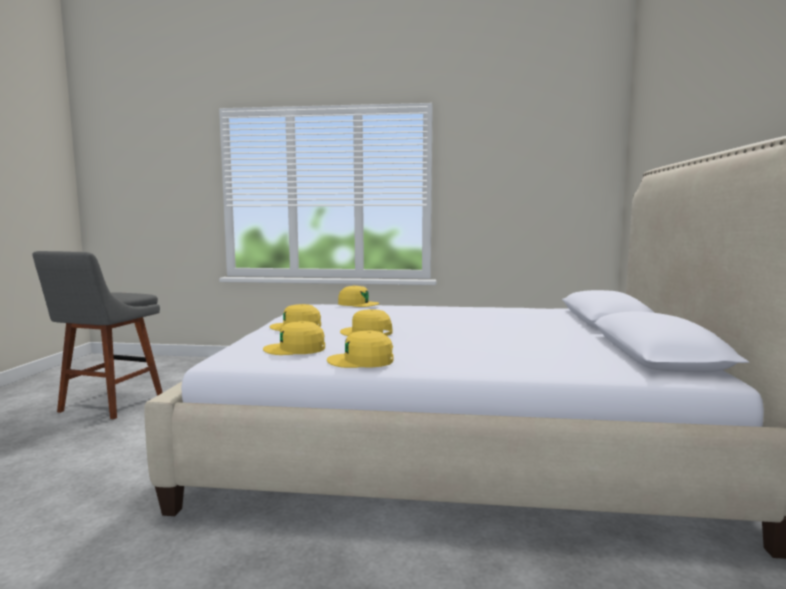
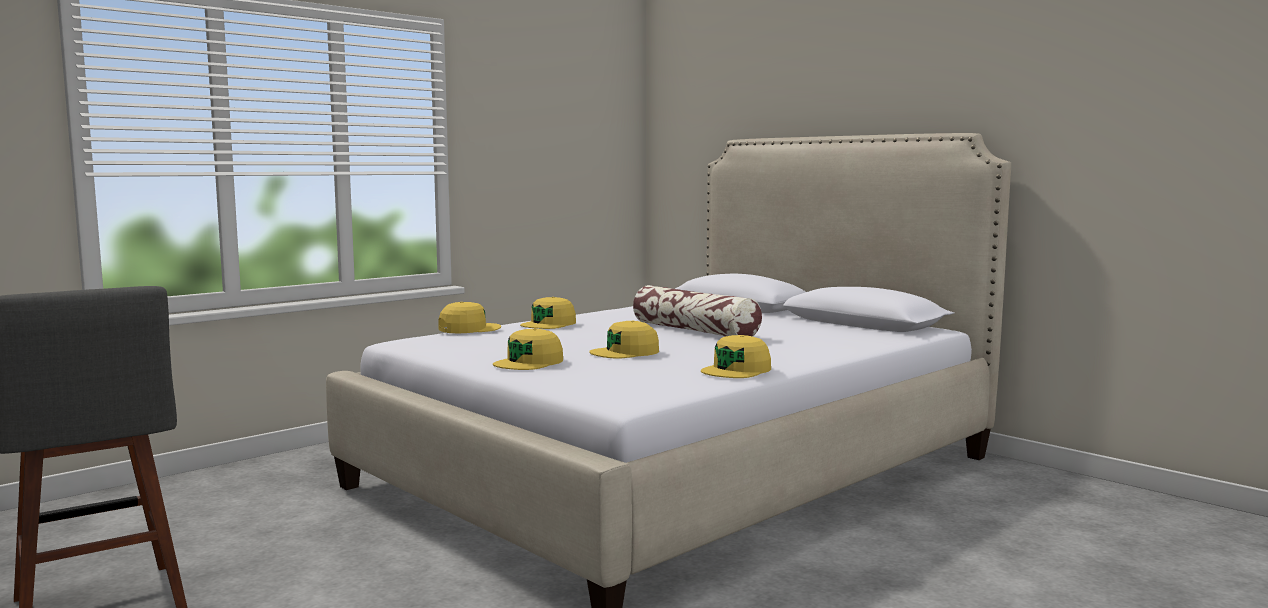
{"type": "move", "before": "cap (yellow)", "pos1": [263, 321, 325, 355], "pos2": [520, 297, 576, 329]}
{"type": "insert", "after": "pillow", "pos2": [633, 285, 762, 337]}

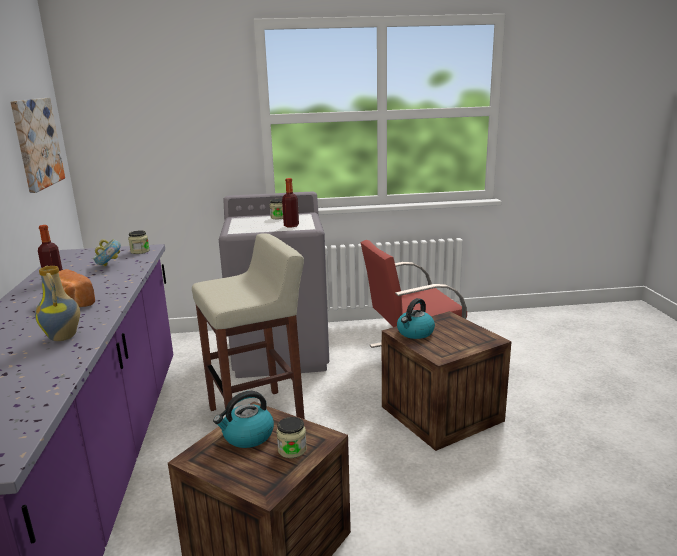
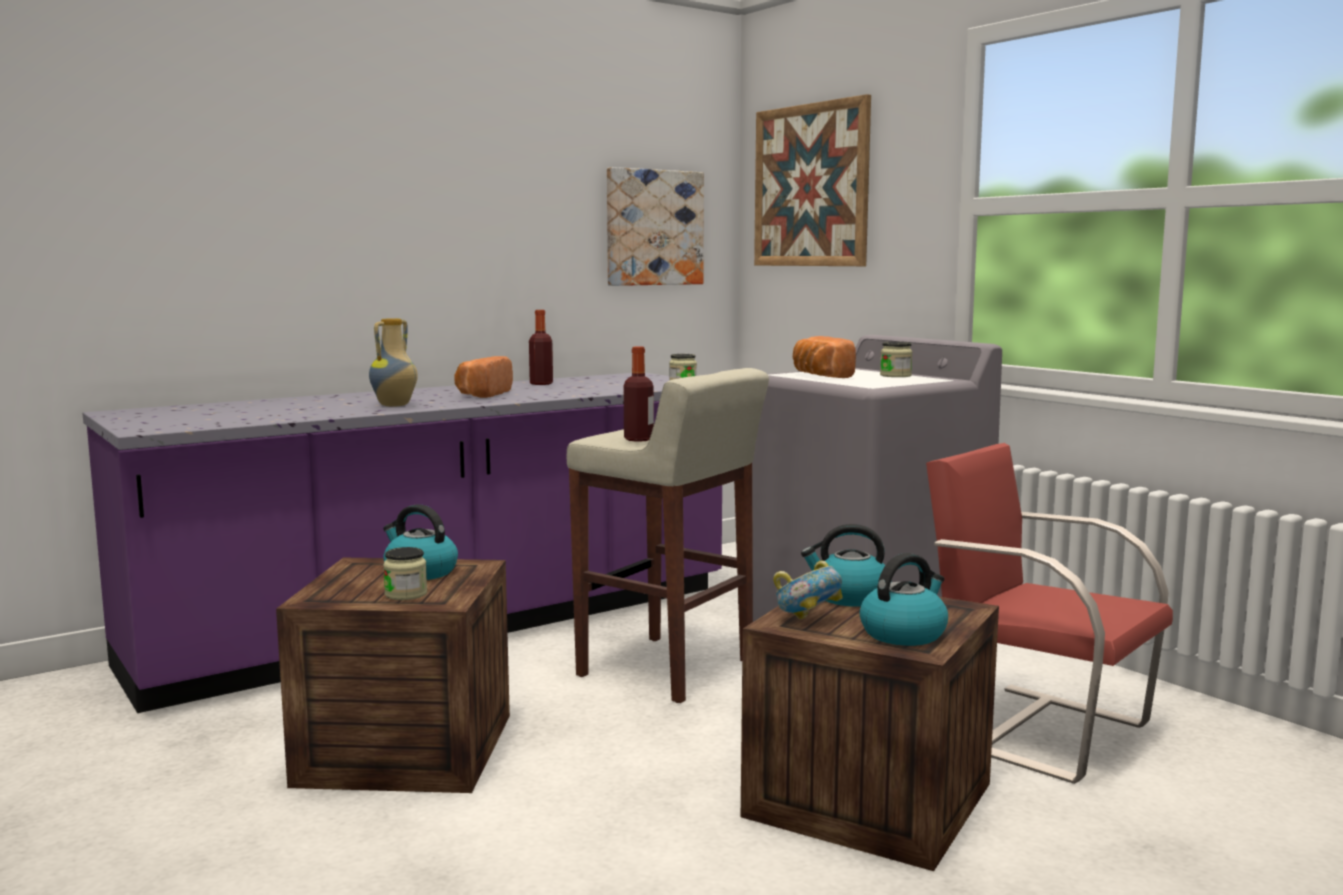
{"type": "move", "before": "bottle", "pos1": [282, 178, 299, 227], "pos2": [624, 346, 654, 442]}
{"type": "move", "before": "bowl", "pos1": [93, 239, 121, 267], "pos2": [773, 561, 843, 619]}
{"type": "insert", "after": "picture", "pos2": [754, 94, 871, 266]}
{"type": "insert", "after": "bread", "pos2": [793, 336, 856, 378]}
{"type": "insert", "after": "kettle", "pos2": [860, 553, 948, 646]}

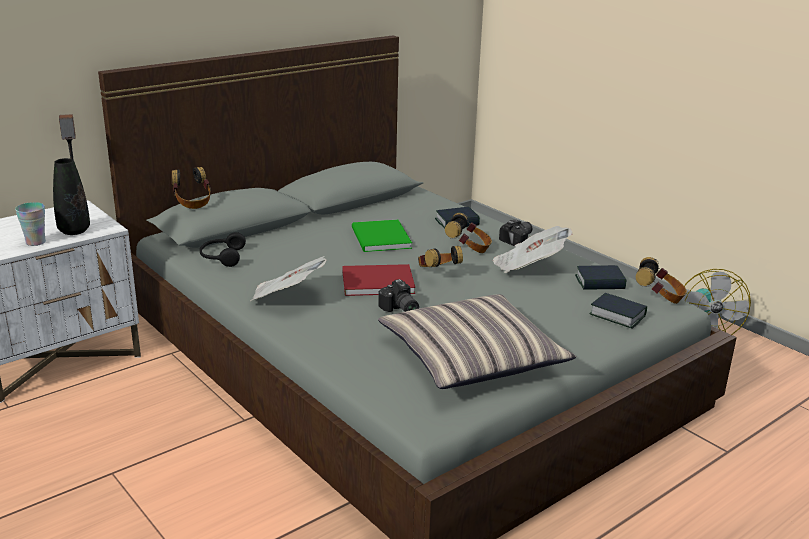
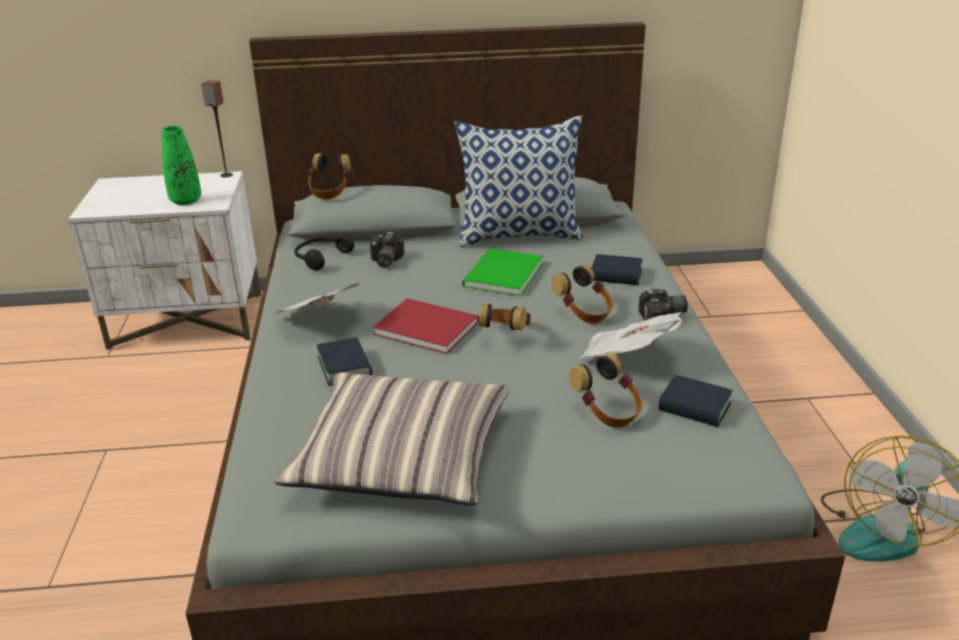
{"type": "recolor", "before": "vase (black)", "after": "vase (green)", "pos1": [53, 158, 90, 235], "pos2": [162, 126, 201, 205]}
{"type": "delete", "before": "cup", "pos1": [15, 202, 46, 246]}
{"type": "move", "before": "headphones", "pos1": [636, 257, 687, 304], "pos2": [570, 353, 642, 428]}
{"type": "move", "before": "photo camera", "pos1": [378, 279, 419, 312], "pos2": [370, 232, 405, 268]}
{"type": "move", "before": "book", "pos1": [590, 293, 647, 328], "pos2": [317, 337, 372, 386]}
{"type": "insert", "after": "pillow", "pos2": [454, 116, 584, 247]}

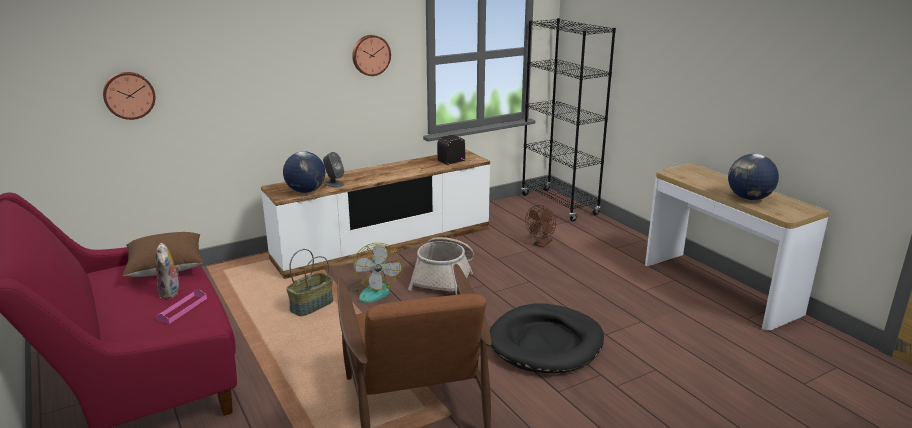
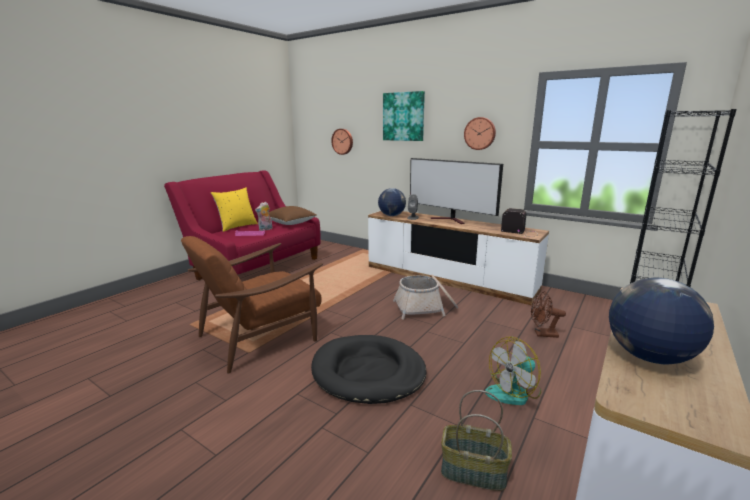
{"type": "move", "before": "fan", "pos1": [347, 243, 403, 303], "pos2": [485, 337, 541, 405]}
{"type": "move", "before": "basket", "pos1": [286, 249, 333, 316], "pos2": [441, 390, 512, 491]}
{"type": "insert", "after": "picture", "pos2": [383, 91, 425, 141]}
{"type": "insert", "after": "television", "pos2": [410, 158, 503, 224]}
{"type": "insert", "after": "pillow (yellow)", "pos2": [211, 187, 258, 232]}

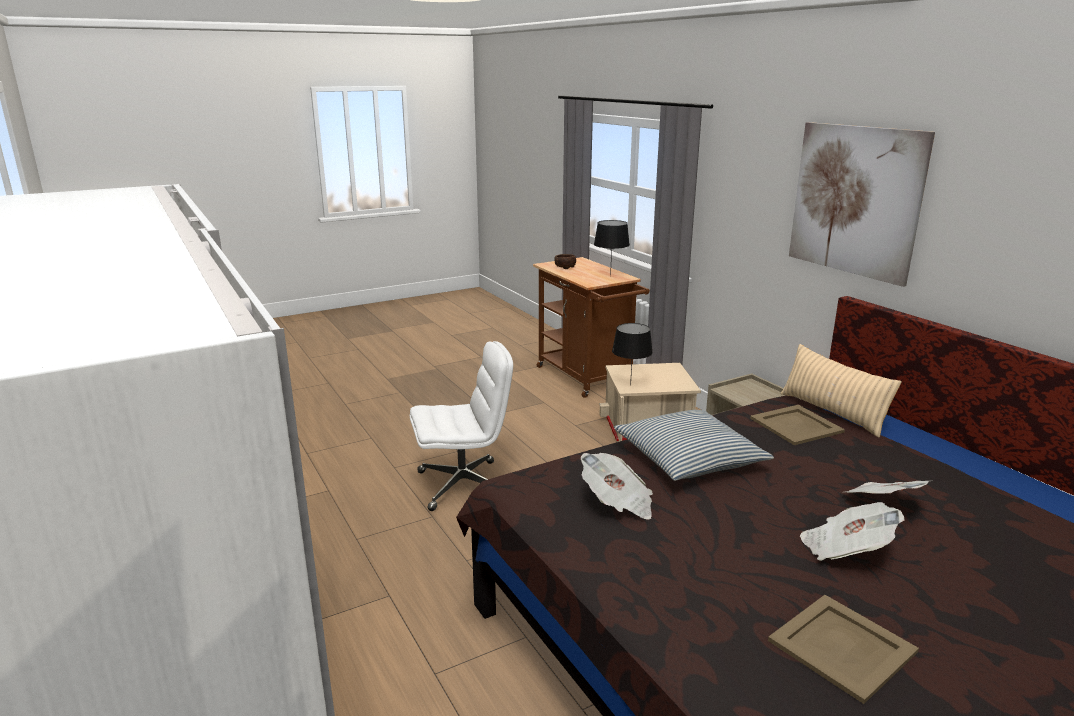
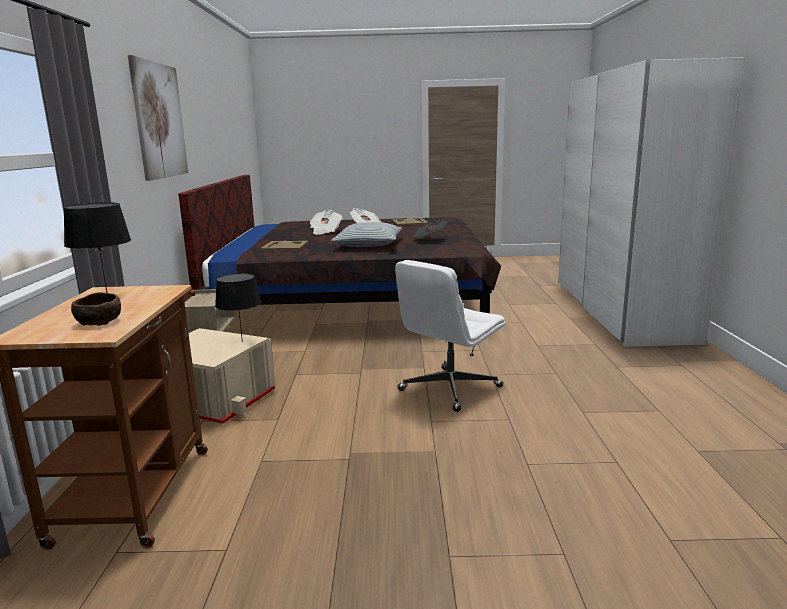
{"type": "rotate", "before": "office chair (white)", "pos1": [410, 341, 513, 511], "pos2": [395, 260, 505, 412], "turn": -60}
{"type": "delete", "before": "pillow (beige)", "pos1": [781, 344, 902, 438]}

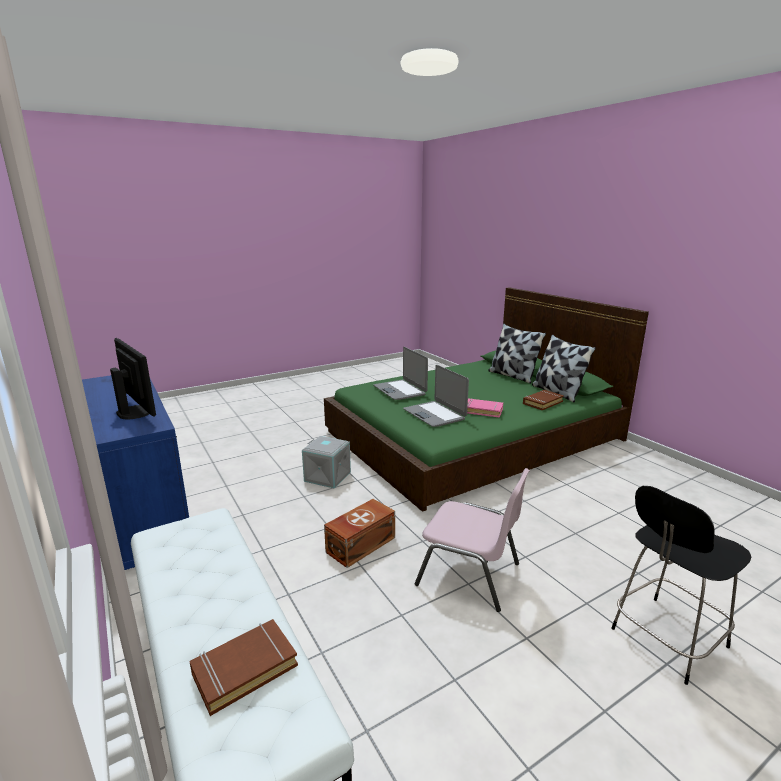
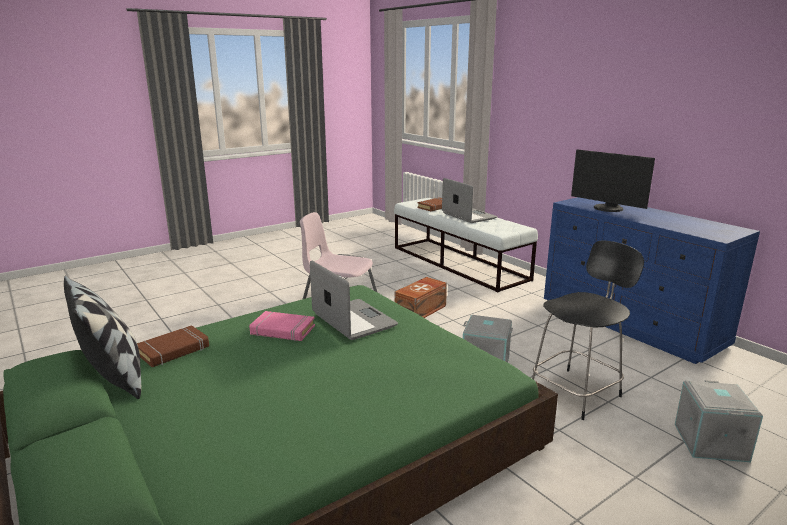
{"type": "delete", "before": "pillow", "pos1": [488, 324, 546, 384]}
{"type": "move", "before": "laptop", "pos1": [373, 347, 428, 400], "pos2": [442, 178, 498, 223]}
{"type": "move", "before": "chair (black)", "pos1": [611, 486, 751, 685], "pos2": [532, 240, 644, 420]}
{"type": "insert", "after": "storage box (grey)", "pos2": [675, 380, 763, 462]}

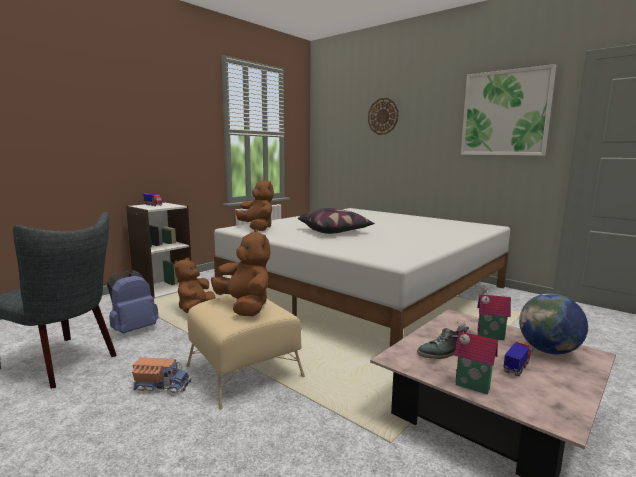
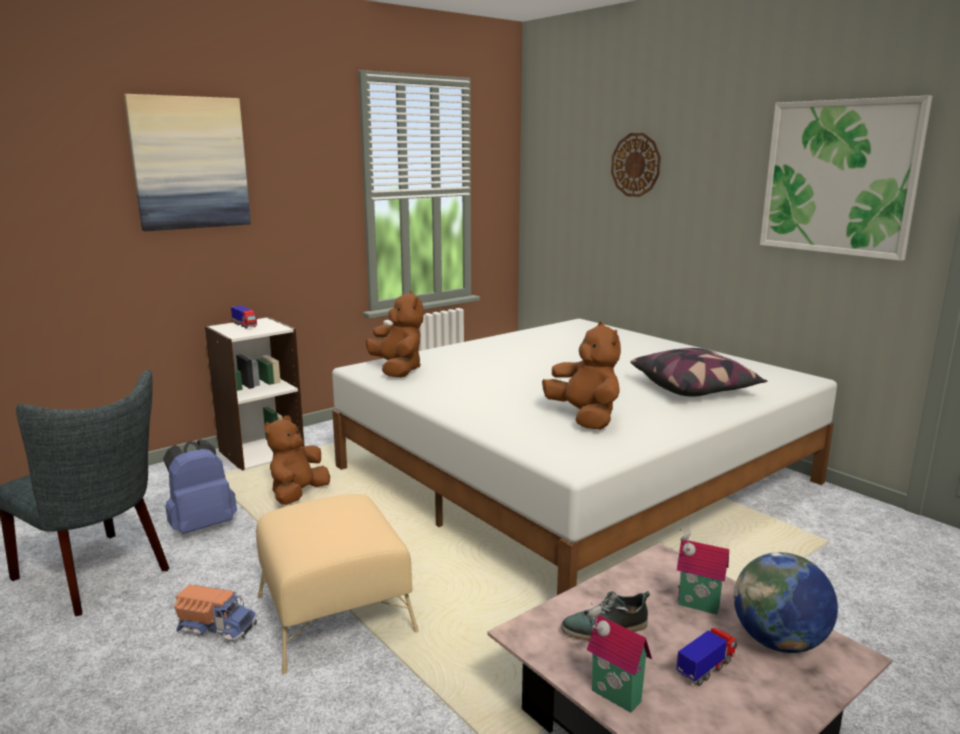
{"type": "move", "before": "pillow", "pos1": [298, 208, 375, 234], "pos2": [630, 348, 767, 396]}
{"type": "move", "before": "plush toy (brown)", "pos1": [211, 229, 271, 316], "pos2": [542, 321, 621, 430]}
{"type": "insert", "after": "picture", "pos2": [124, 94, 251, 231]}

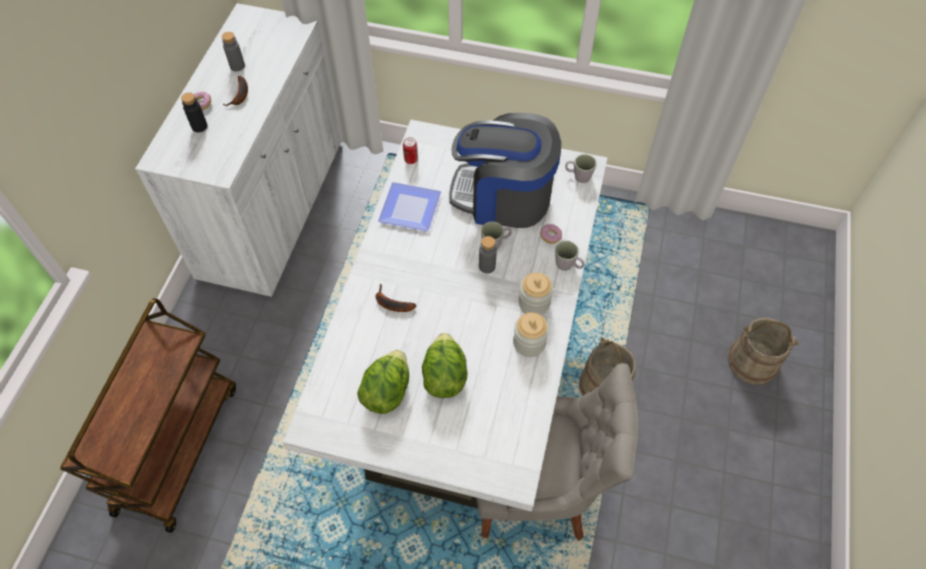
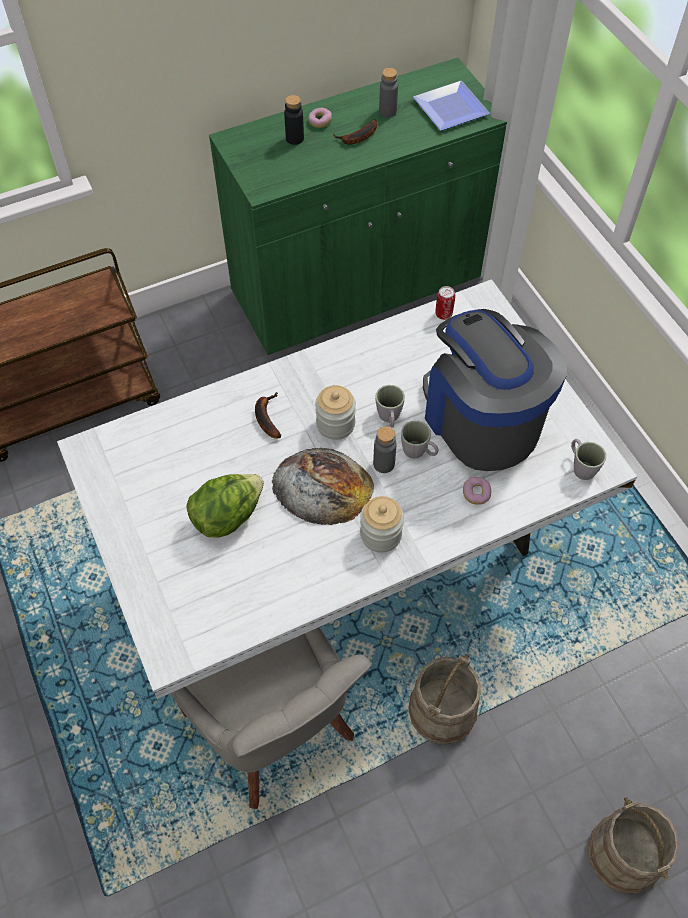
{"type": "recolor", "before": "cabinet (white)", "after": "cabinet (green)", "pos1": [135, 3, 341, 297], "pos2": [209, 57, 507, 355]}
{"type": "move", "before": "plate", "pos1": [378, 182, 441, 232], "pos2": [413, 81, 490, 131]}
{"type": "move", "before": "mug (grey)", "pos1": [555, 241, 584, 271], "pos2": [375, 385, 405, 428]}
{"type": "move", "before": "jar", "pos1": [513, 312, 549, 357], "pos2": [315, 385, 356, 440]}
{"type": "delete", "before": "lettuce", "pos1": [357, 350, 409, 414]}
{"type": "insert", "after": "bread", "pos2": [272, 448, 374, 525]}

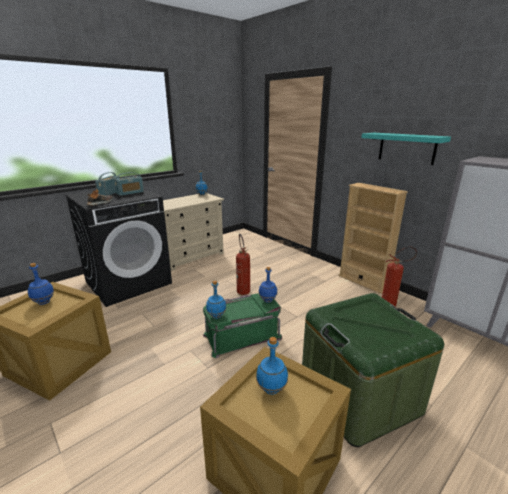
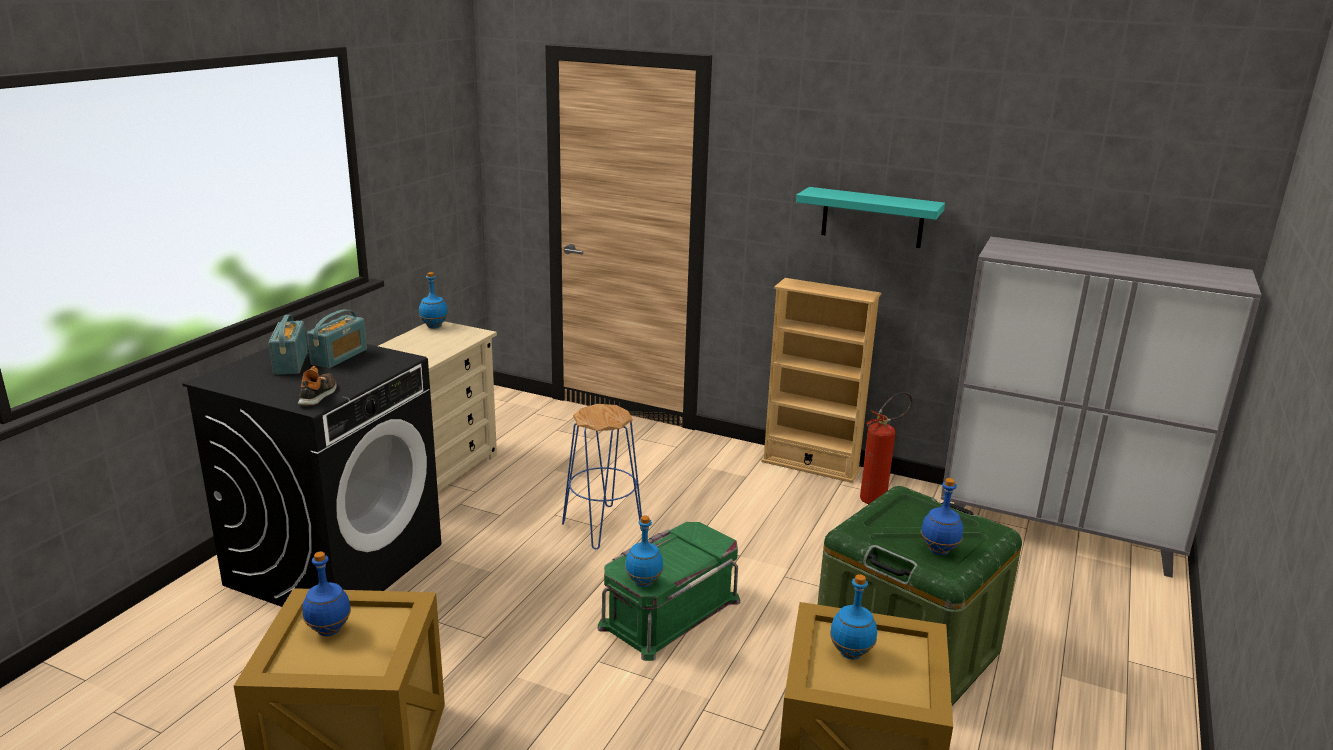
{"type": "replace", "before": "fire extinguisher", "after": "stool (blue)", "pos1": [236, 233, 250, 295], "pos2": [562, 404, 642, 549]}
{"type": "move", "before": "bottle (blue)", "pos1": [259, 267, 277, 303], "pos2": [921, 478, 963, 555]}

